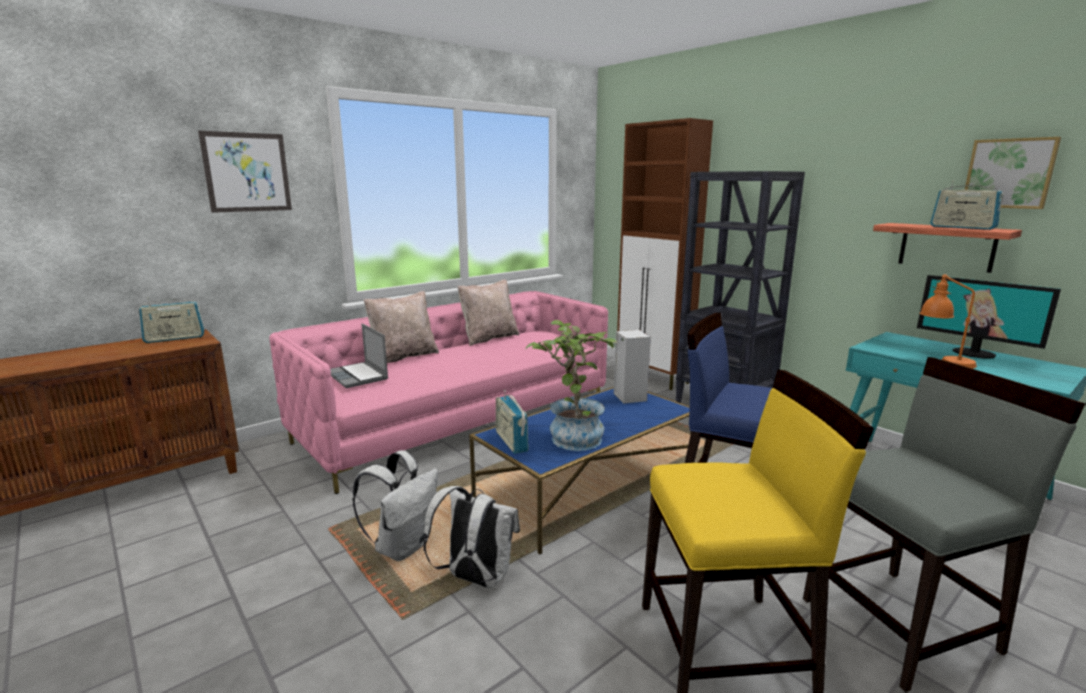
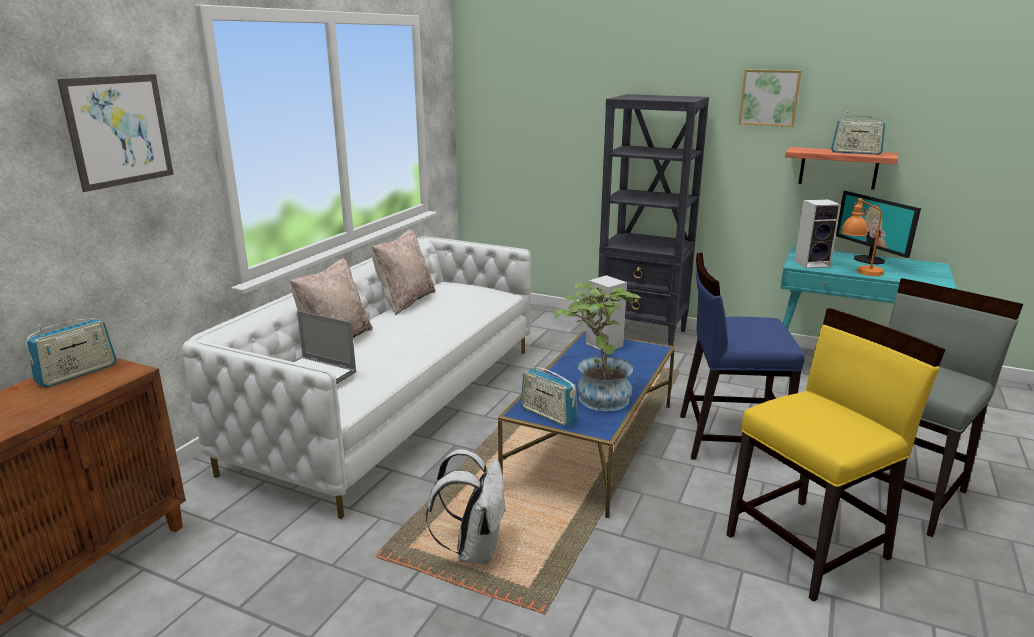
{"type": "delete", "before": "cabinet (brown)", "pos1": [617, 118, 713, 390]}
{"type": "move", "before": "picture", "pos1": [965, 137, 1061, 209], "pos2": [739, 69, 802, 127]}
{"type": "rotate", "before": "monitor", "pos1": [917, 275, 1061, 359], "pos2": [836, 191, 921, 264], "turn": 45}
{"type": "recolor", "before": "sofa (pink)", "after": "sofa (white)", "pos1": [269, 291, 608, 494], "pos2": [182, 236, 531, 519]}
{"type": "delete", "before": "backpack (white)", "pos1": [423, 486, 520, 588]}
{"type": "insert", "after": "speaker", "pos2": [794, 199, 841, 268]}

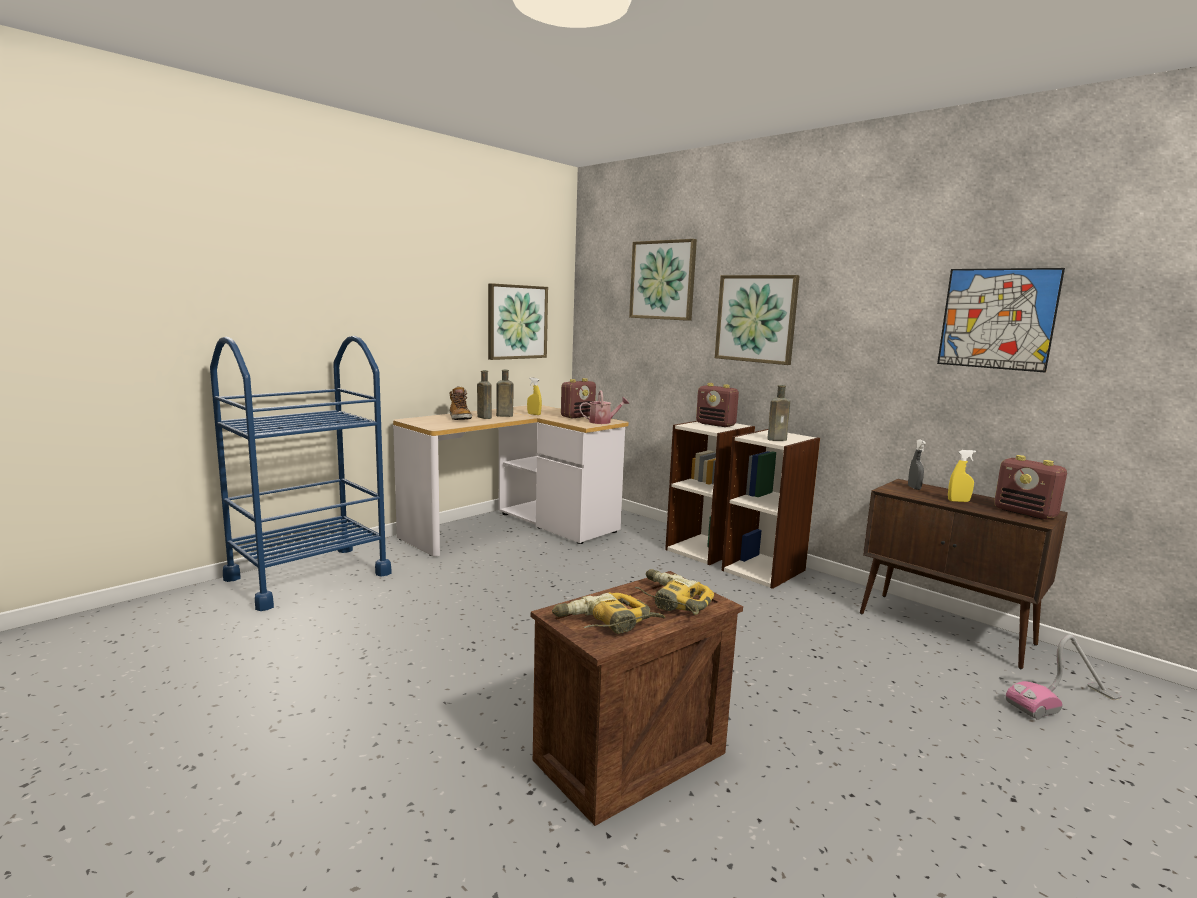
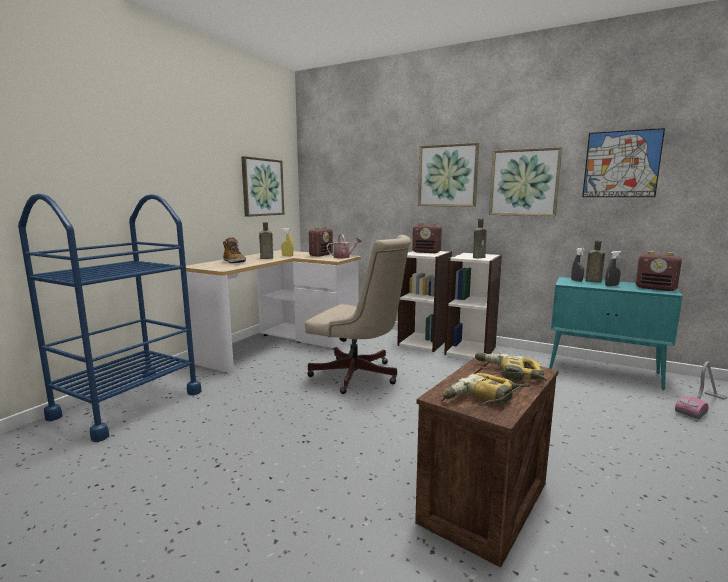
{"type": "move", "before": "picture", "pos1": [629, 239, 697, 321], "pos2": [489, 147, 562, 216]}
{"type": "move", "before": "bottle (brown)", "pos1": [477, 370, 492, 419], "pos2": [585, 241, 605, 282]}
{"type": "recolor", "before": "spray bottle (yellow)", "after": "spray bottle (grey)", "pos1": [948, 450, 976, 502], "pos2": [605, 251, 622, 286]}
{"type": "recolor", "before": "cabinet (brown)", "after": "cabinet (turquoise)", "pos1": [860, 479, 1068, 670], "pos2": [549, 277, 683, 390]}
{"type": "insert", "after": "office chair (beige)", "pos2": [305, 235, 411, 394]}

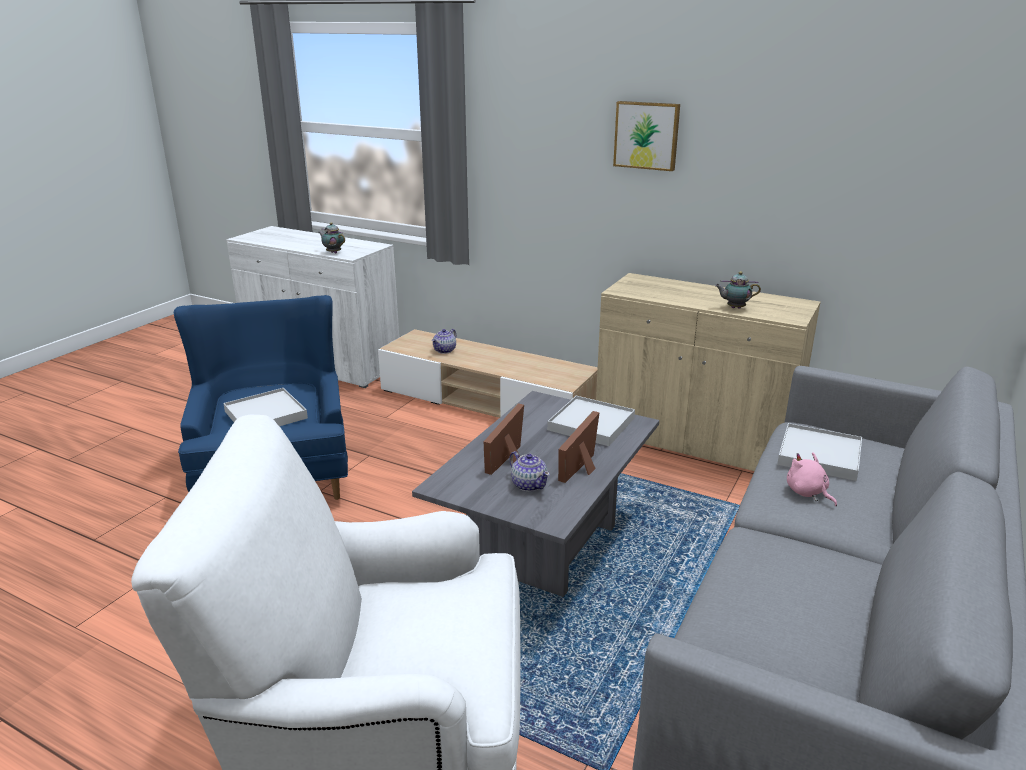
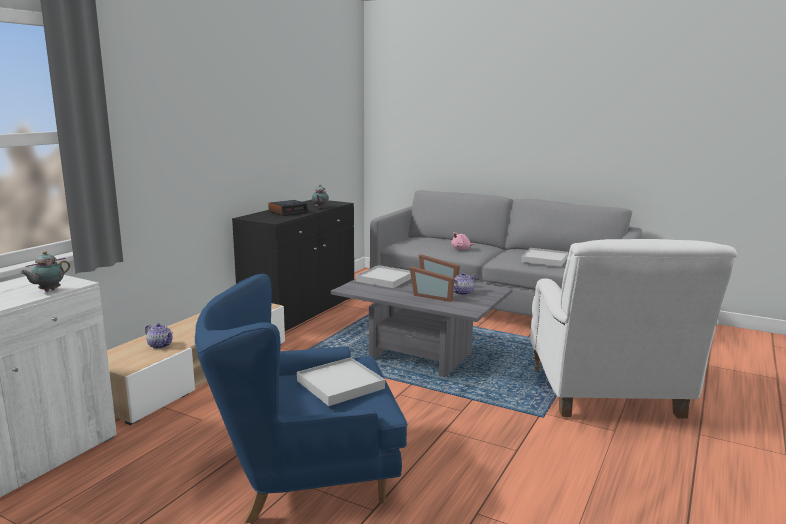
{"type": "delete", "before": "picture", "pos1": [613, 101, 680, 171]}
{"type": "recolor", "before": "cabinet (beige)", "after": "cabinet (black)", "pos1": [596, 273, 821, 471], "pos2": [232, 200, 354, 331]}
{"type": "move", "before": "tray (white)", "pos1": [777, 423, 862, 481], "pos2": [521, 248, 568, 267]}
{"type": "insert", "after": "alarm clock", "pos2": [268, 200, 308, 216]}

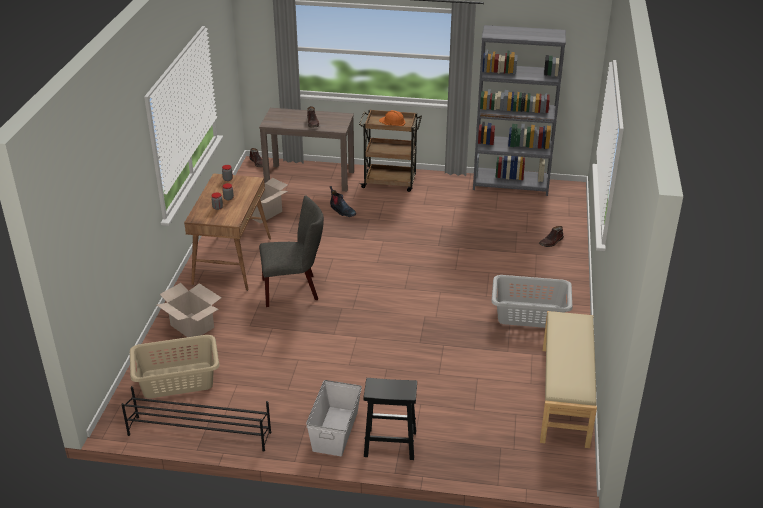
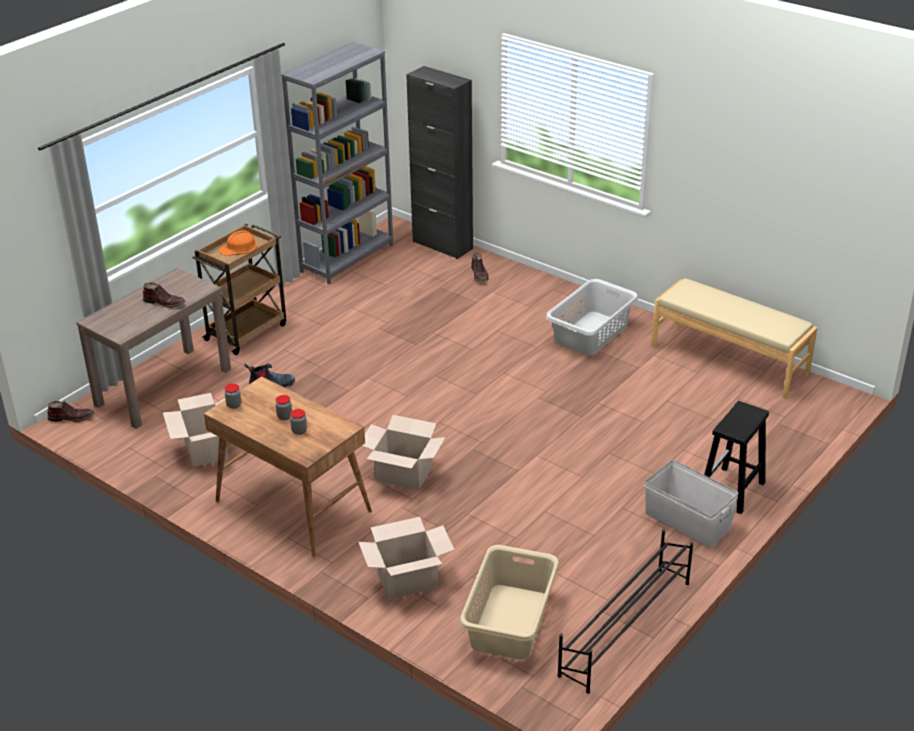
{"type": "replace", "before": "chair (grey)", "after": "cardboard box", "pos1": [259, 195, 324, 307], "pos2": [362, 415, 446, 490]}
{"type": "insert", "after": "cabinet (black)", "pos2": [406, 66, 473, 259]}

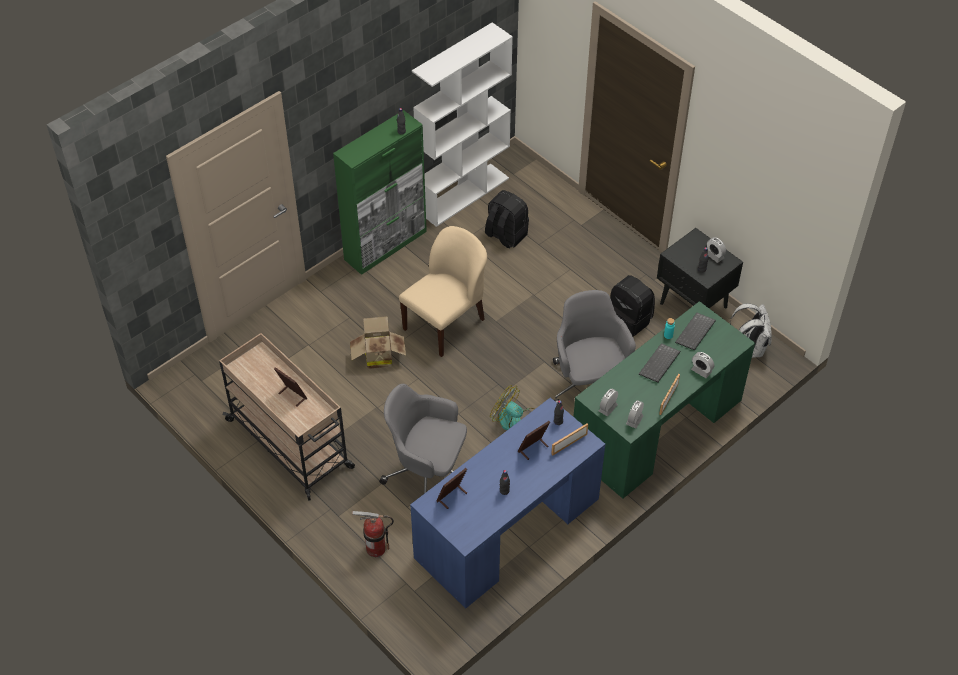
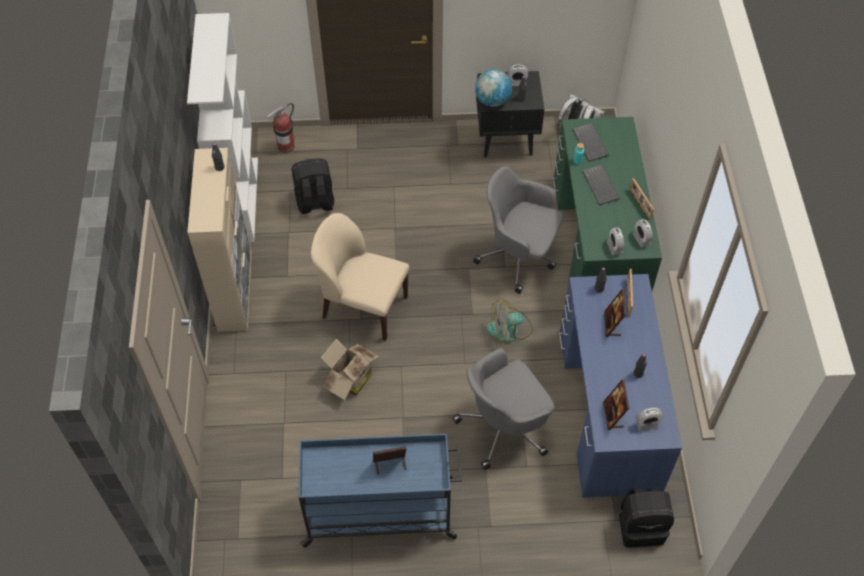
{"type": "recolor", "before": "cabinet (green)", "after": "cabinet (beige)", "pos1": [333, 110, 427, 275], "pos2": [187, 148, 252, 332]}
{"type": "rotate", "before": "chair (beige)", "pos1": [399, 226, 487, 357], "pos2": [311, 213, 409, 341], "turn": -60}
{"type": "move", "before": "backpack (black)", "pos1": [610, 275, 655, 337], "pos2": [619, 488, 674, 547]}
{"type": "recolor", "before": "cart (beige)", "after": "cart (blue)", "pos1": [219, 333, 355, 501], "pos2": [299, 434, 462, 548]}
{"type": "move", "before": "alarm clock", "pos1": [691, 352, 714, 378], "pos2": [635, 408, 663, 431]}
{"type": "move", "before": "fire extinguisher", "pos1": [352, 511, 394, 557], "pos2": [267, 103, 295, 153]}
{"type": "insert", "after": "globe", "pos2": [475, 69, 512, 107]}

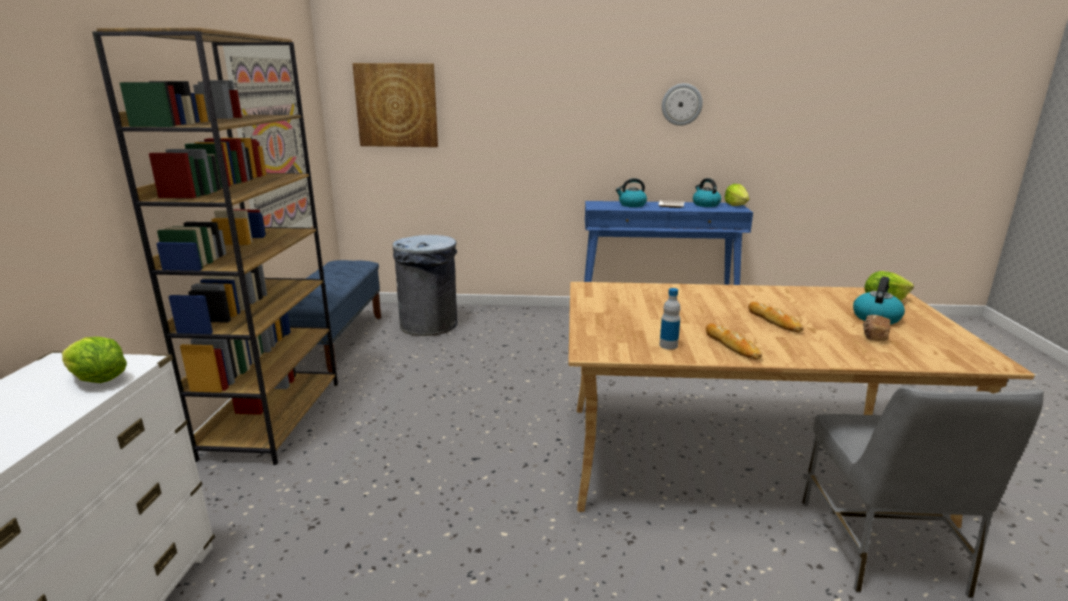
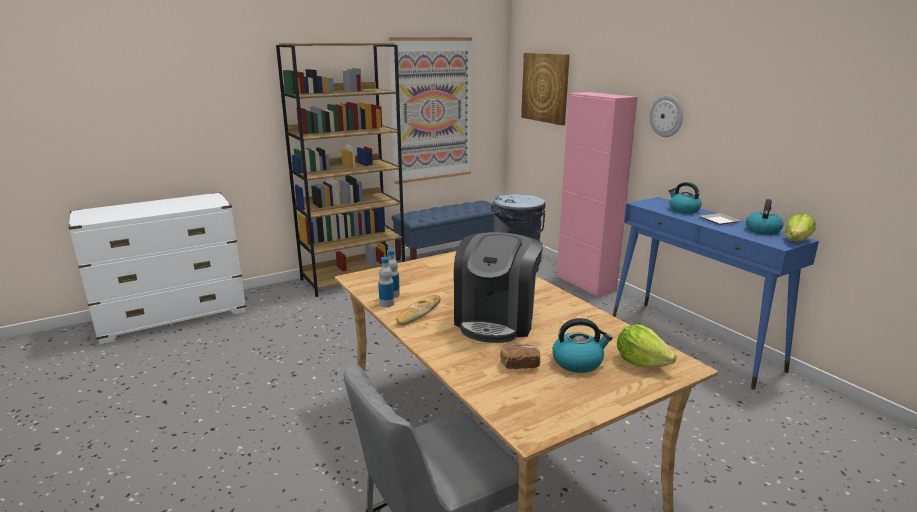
{"type": "move", "before": "wall clock", "pos1": [662, 83, 703, 126], "pos2": [650, 95, 683, 137]}
{"type": "replace", "before": "bread", "after": "coffee machine", "pos1": [748, 302, 804, 333], "pos2": [454, 232, 543, 343]}
{"type": "delete", "before": "lettuce", "pos1": [62, 337, 127, 383]}
{"type": "insert", "after": "cabinet (pink)", "pos2": [557, 92, 638, 297]}
{"type": "insert", "after": "bottle", "pos2": [378, 257, 394, 307]}

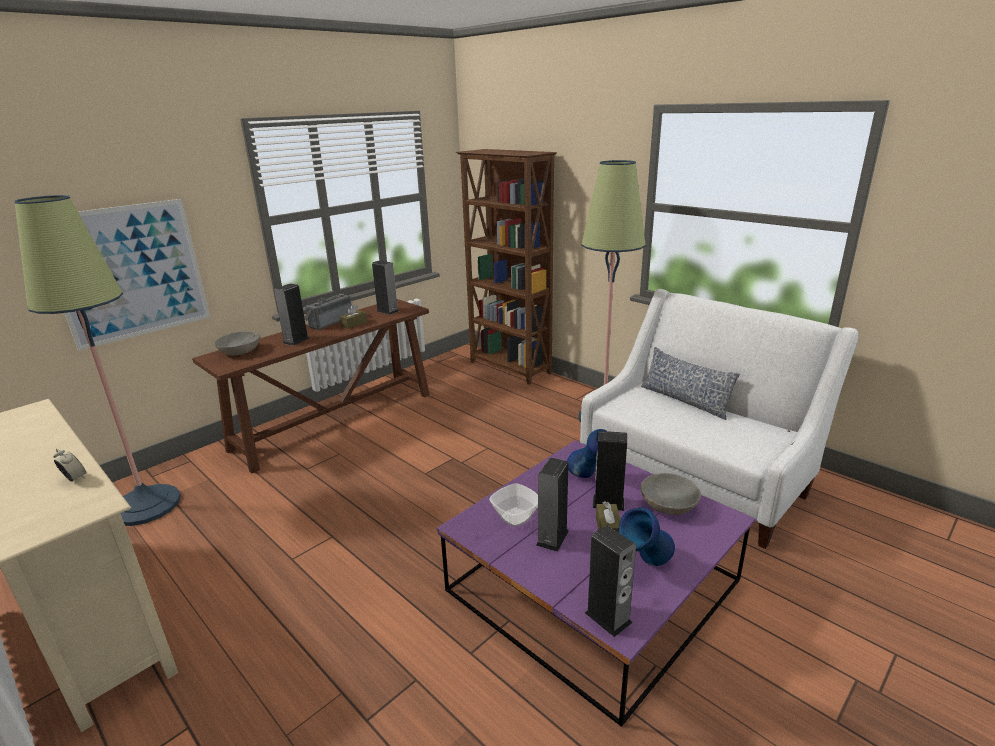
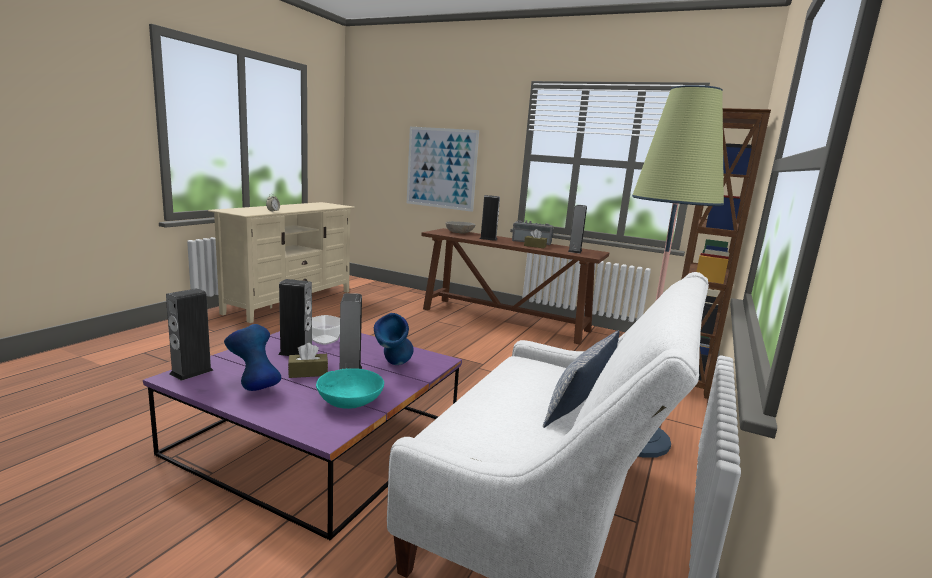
{"type": "delete", "before": "floor lamp", "pos1": [14, 195, 181, 526]}
{"type": "recolor", "before": "bowl (grey)", "after": "bowl (turquoise)", "pos1": [640, 473, 701, 515], "pos2": [316, 368, 384, 409]}

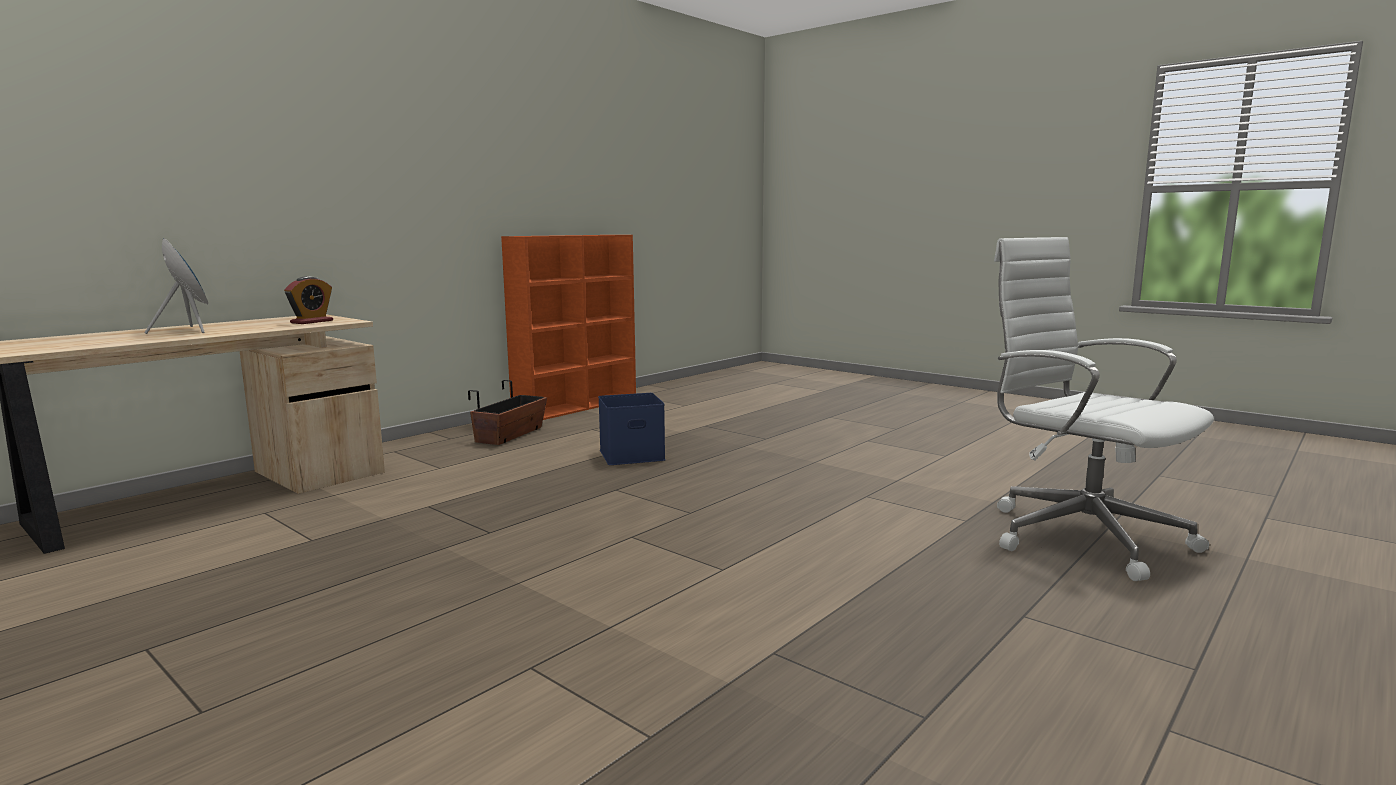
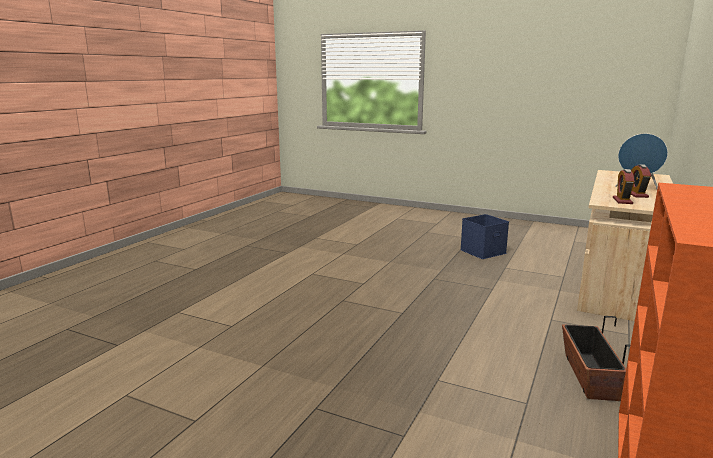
{"type": "delete", "before": "office chair (white)", "pos1": [994, 237, 1214, 581]}
{"type": "move", "before": "storage box (blue)", "pos1": [598, 393, 666, 465], "pos2": [460, 214, 509, 259]}
{"type": "insert", "after": "alarm clock", "pos2": [631, 164, 651, 198]}

